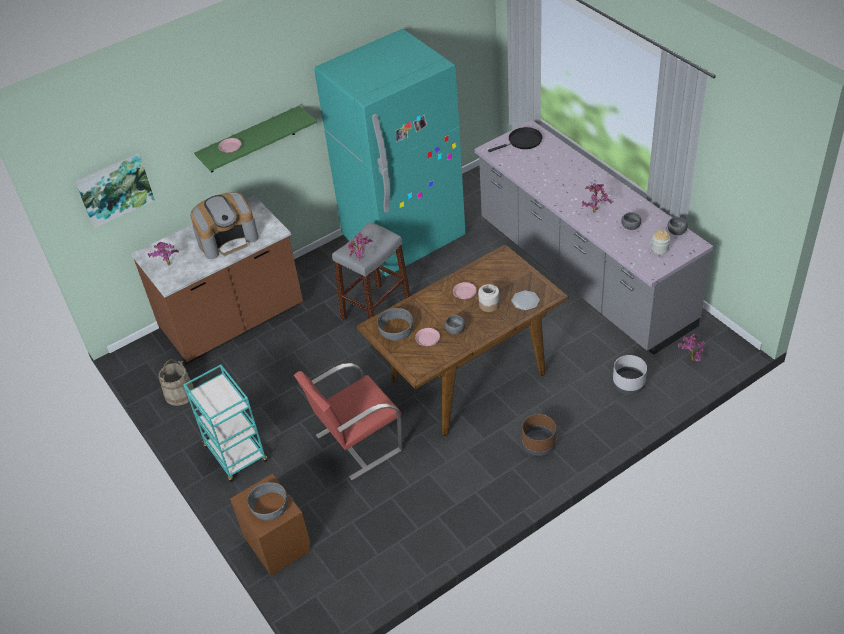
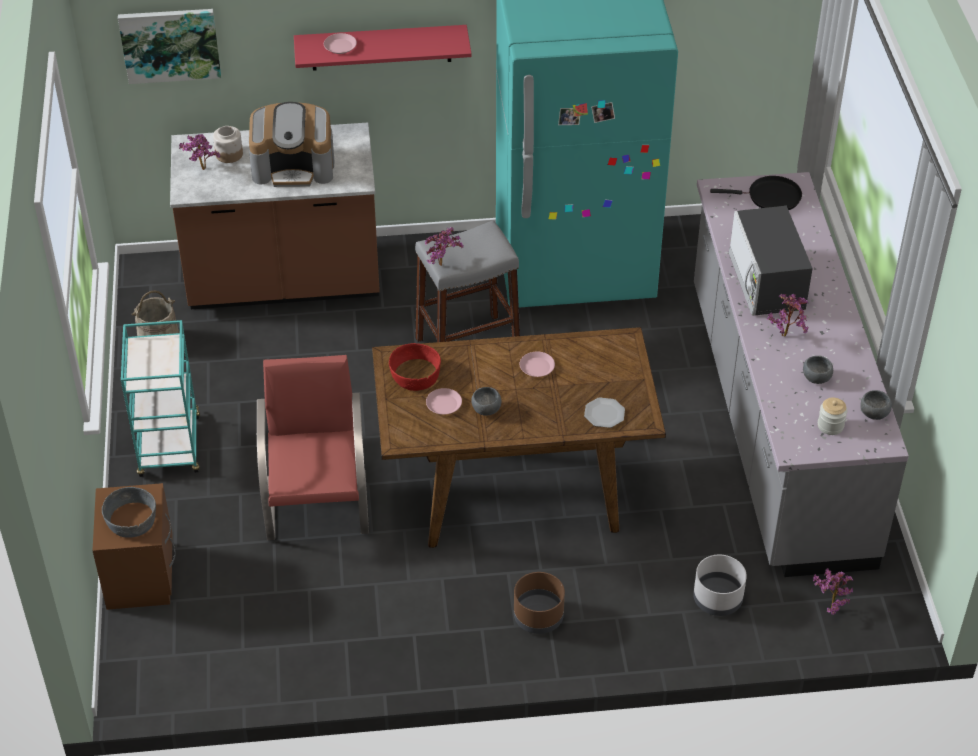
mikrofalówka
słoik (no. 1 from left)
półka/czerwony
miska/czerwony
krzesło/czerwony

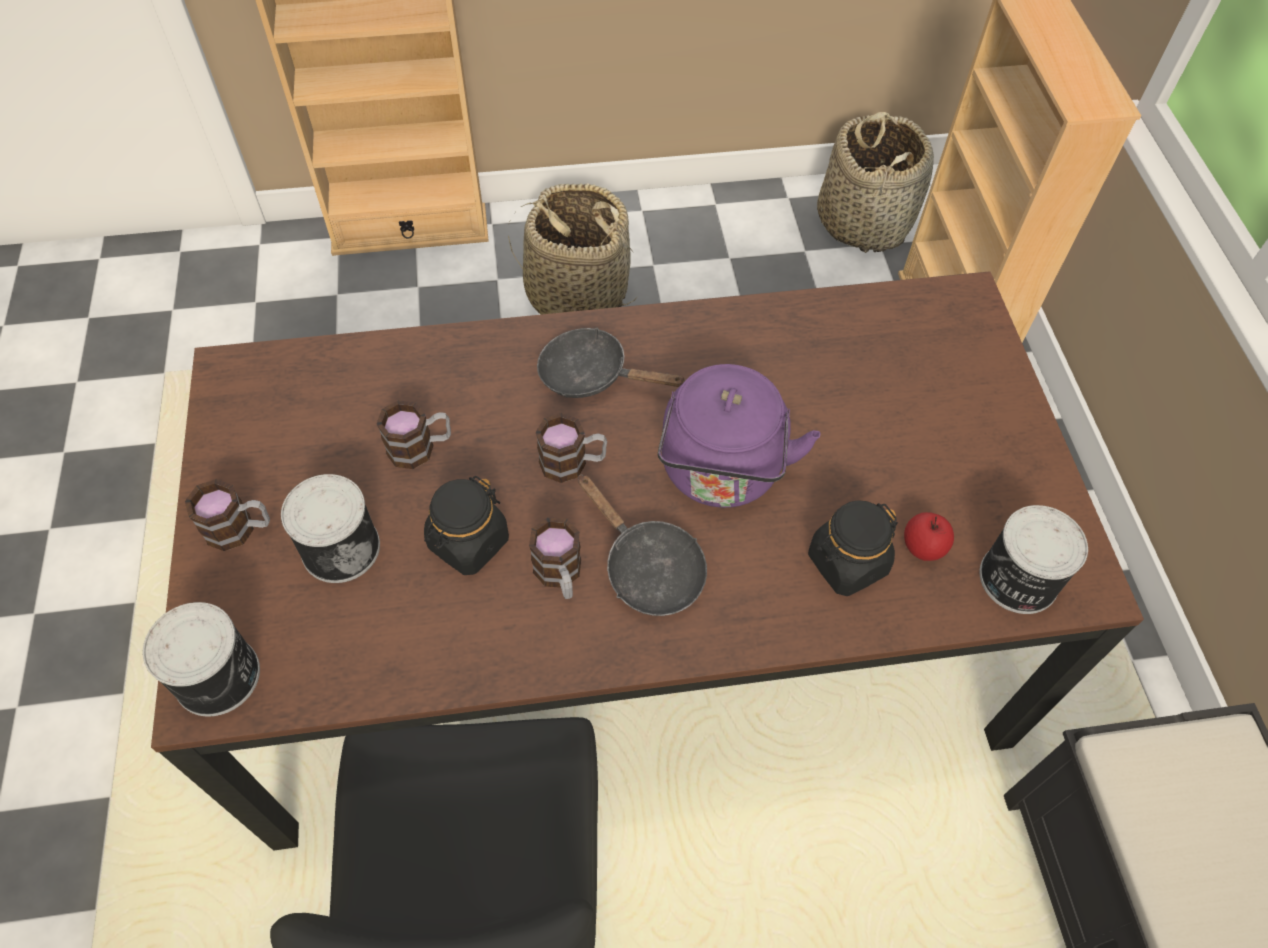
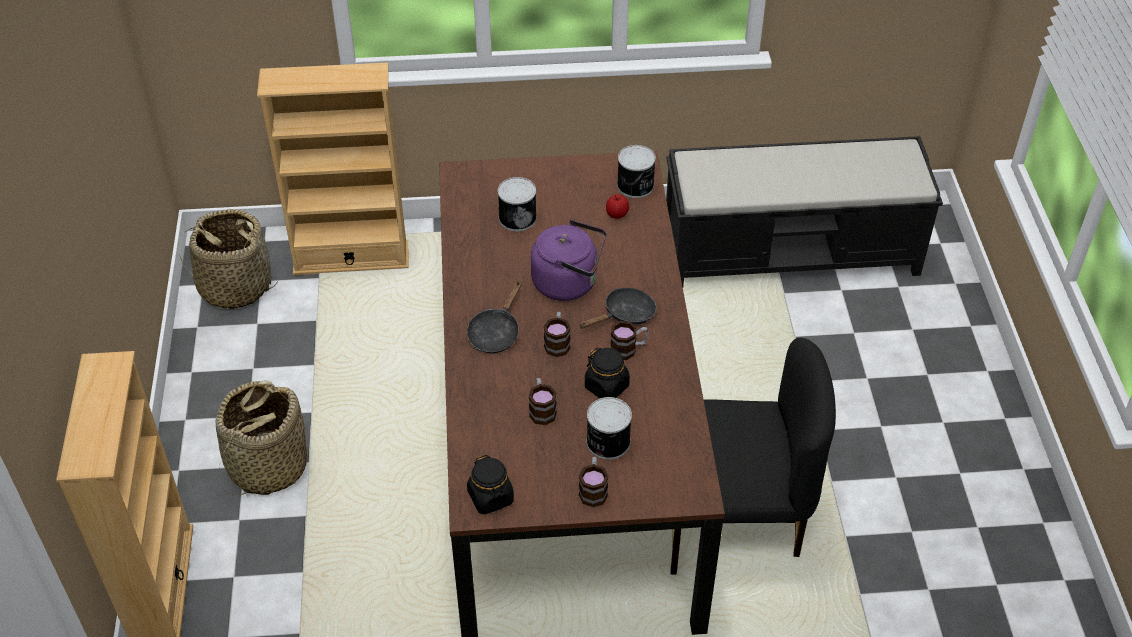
puszka (no. 1 from left)
słoik/czarny (no. 1 from left)

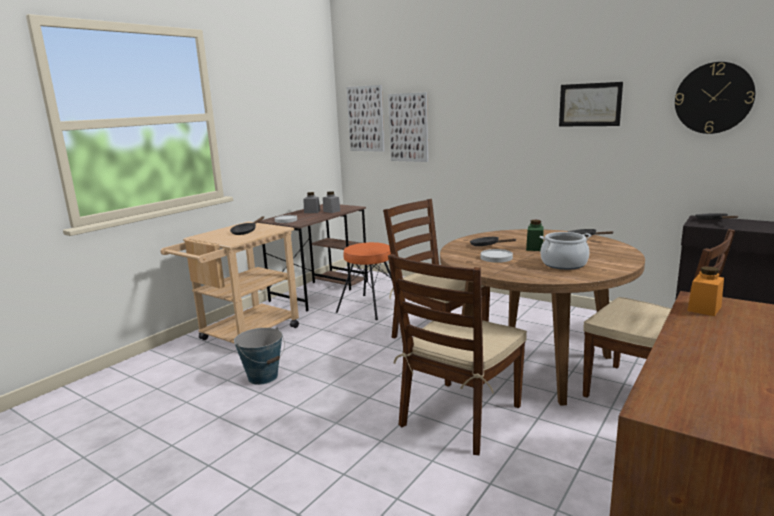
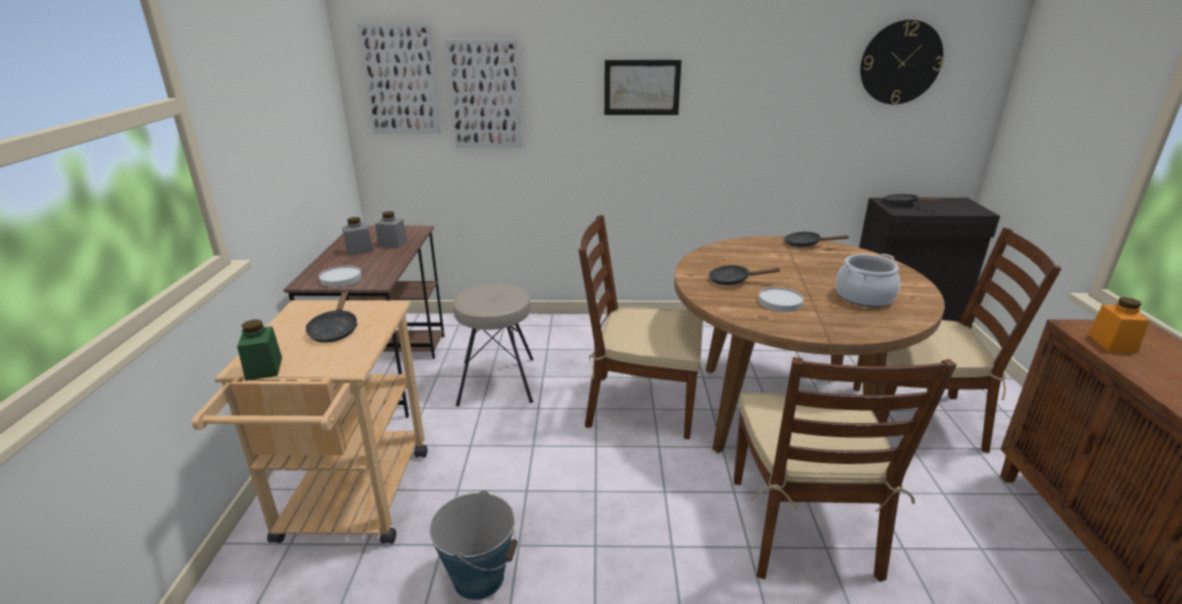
słoik/zielony
obraz (no. 3 from left)
stołek/beżowy

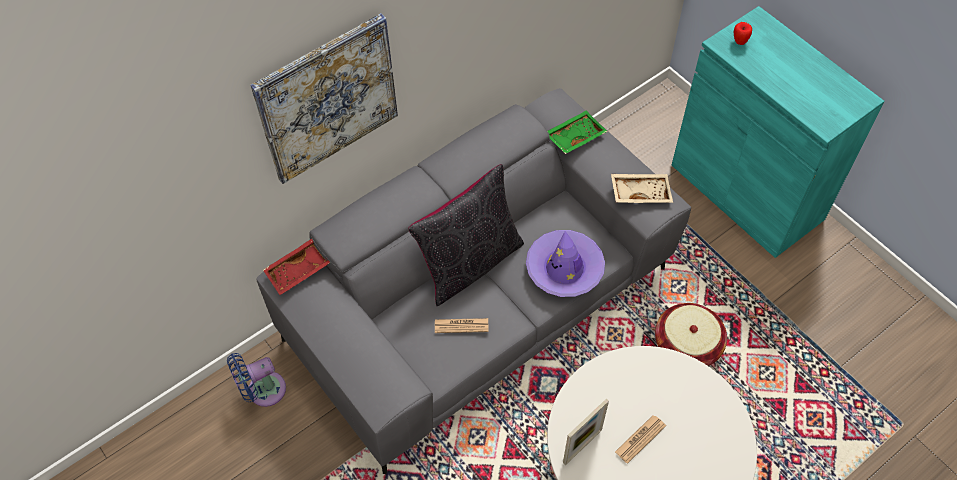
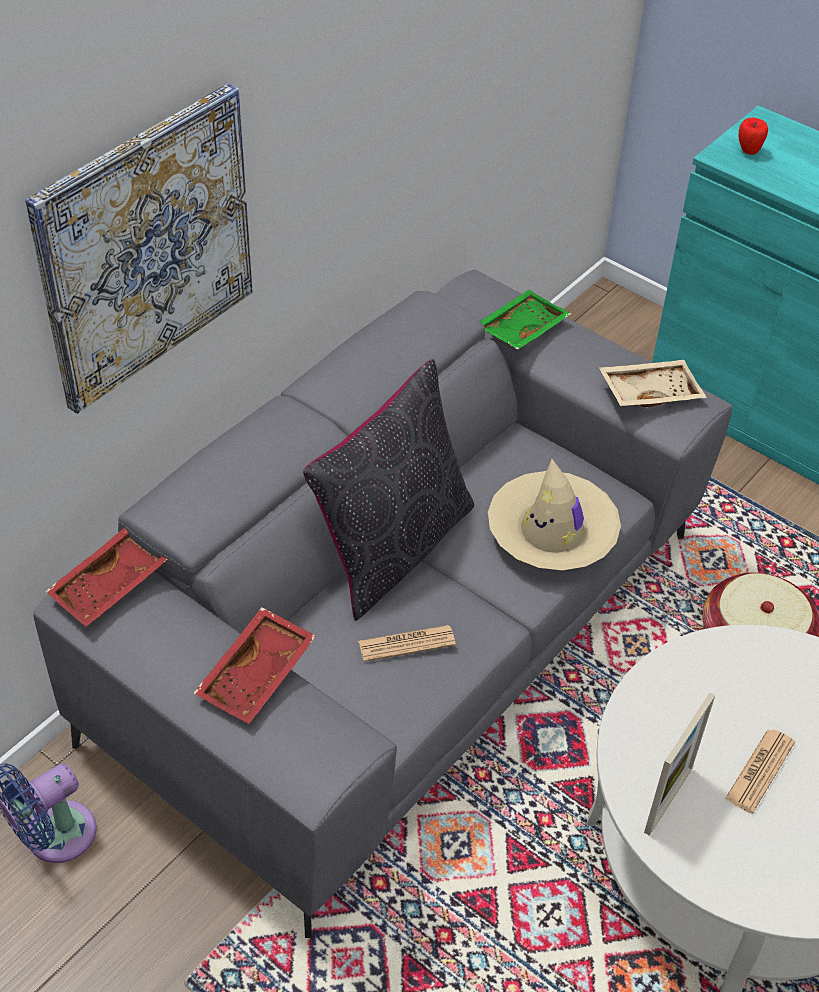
taca/czerwony (no. 2 from left)
kapelusz/beżowy

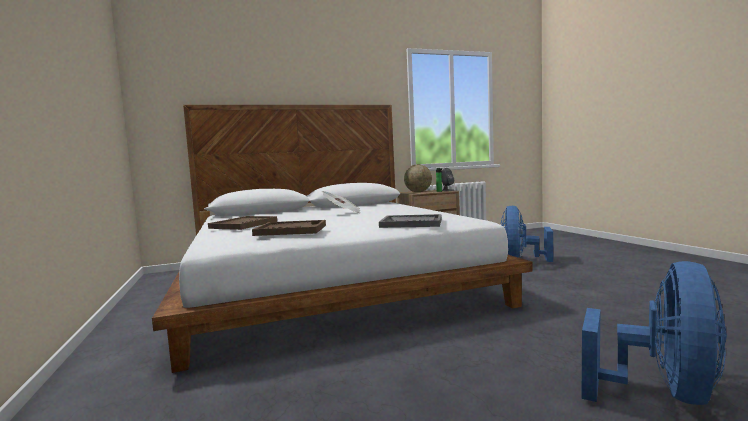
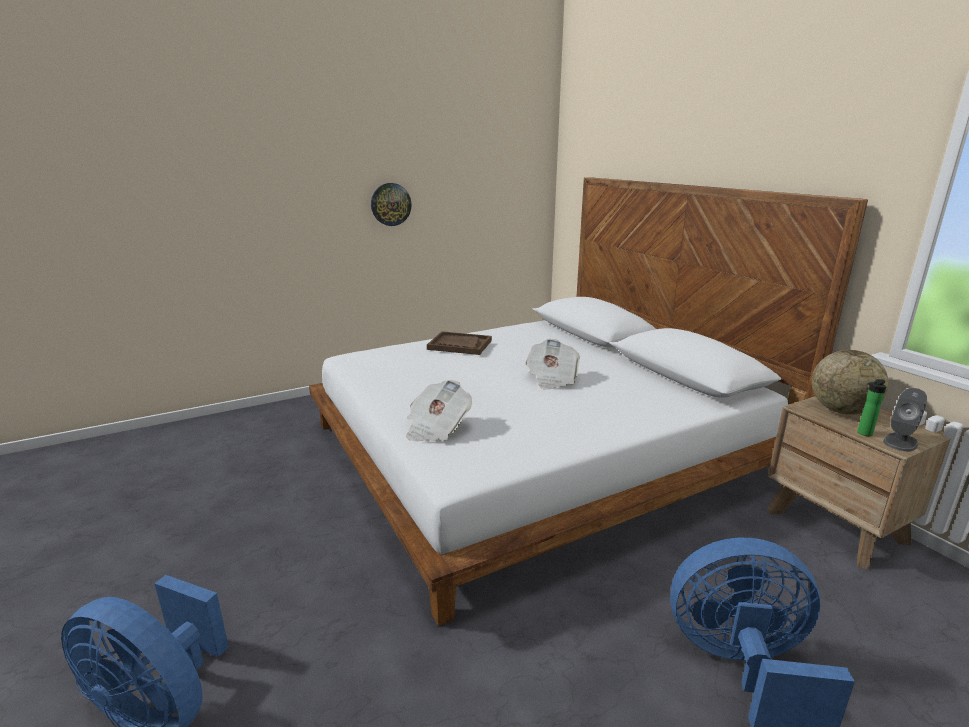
taca/brązowy (no. 2 from left in the first image)
zegar ścienny
gazeta (no. 1 from left)

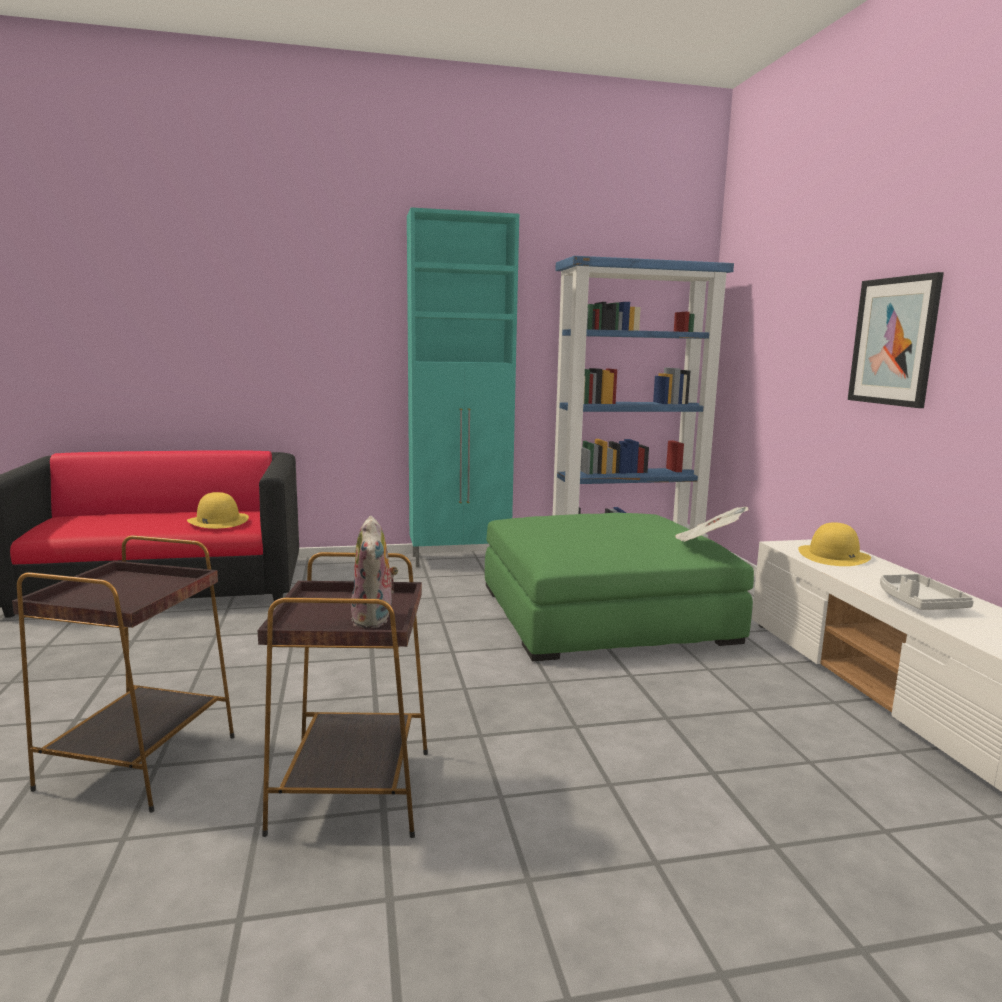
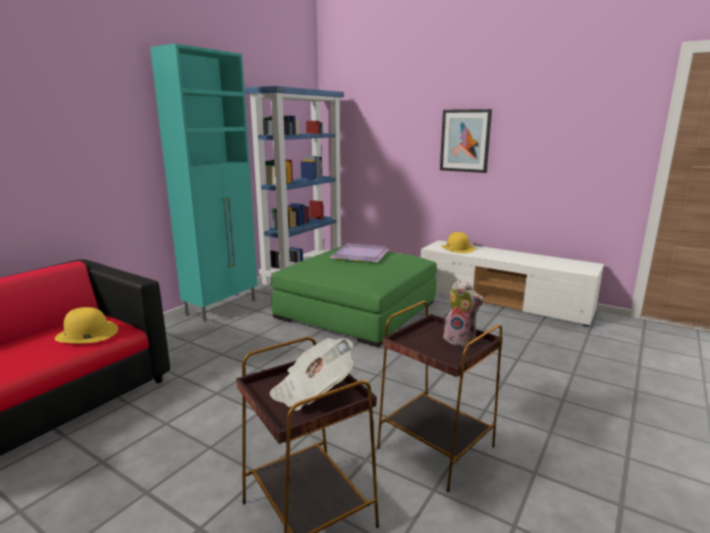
taca/szary
taca/fioletowy
gazeta

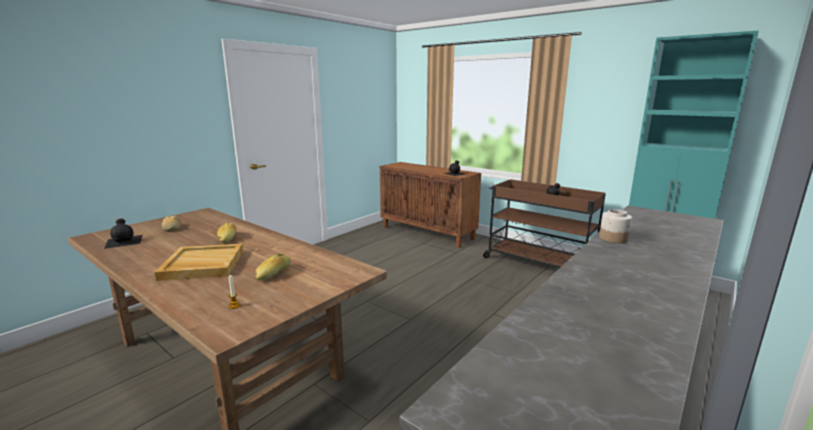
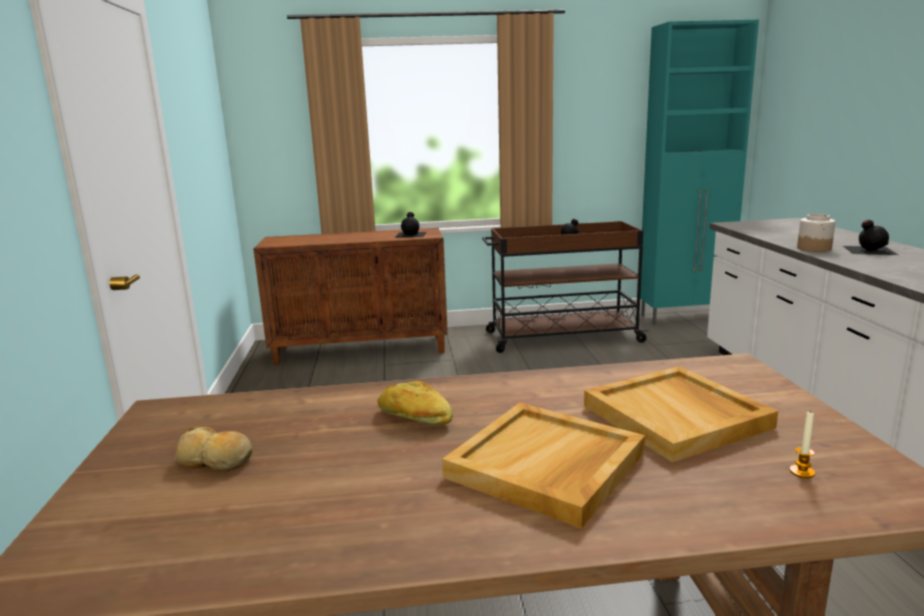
butelka/czarny (no. 3 from left)
taca/beżowy (no. 2 from left)

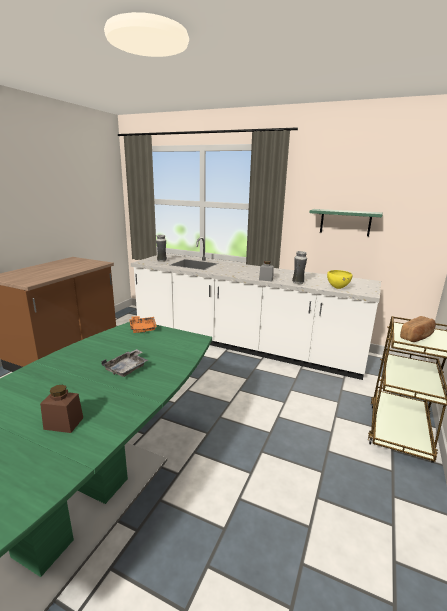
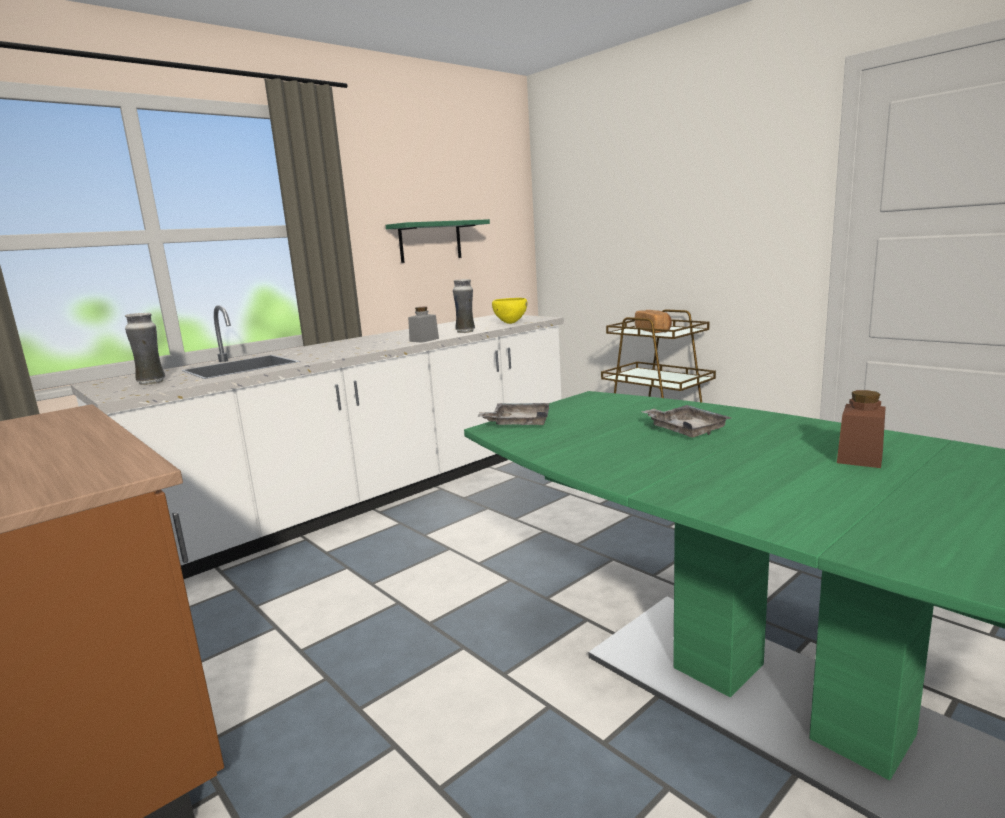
taca/szary (no. 1 from left)

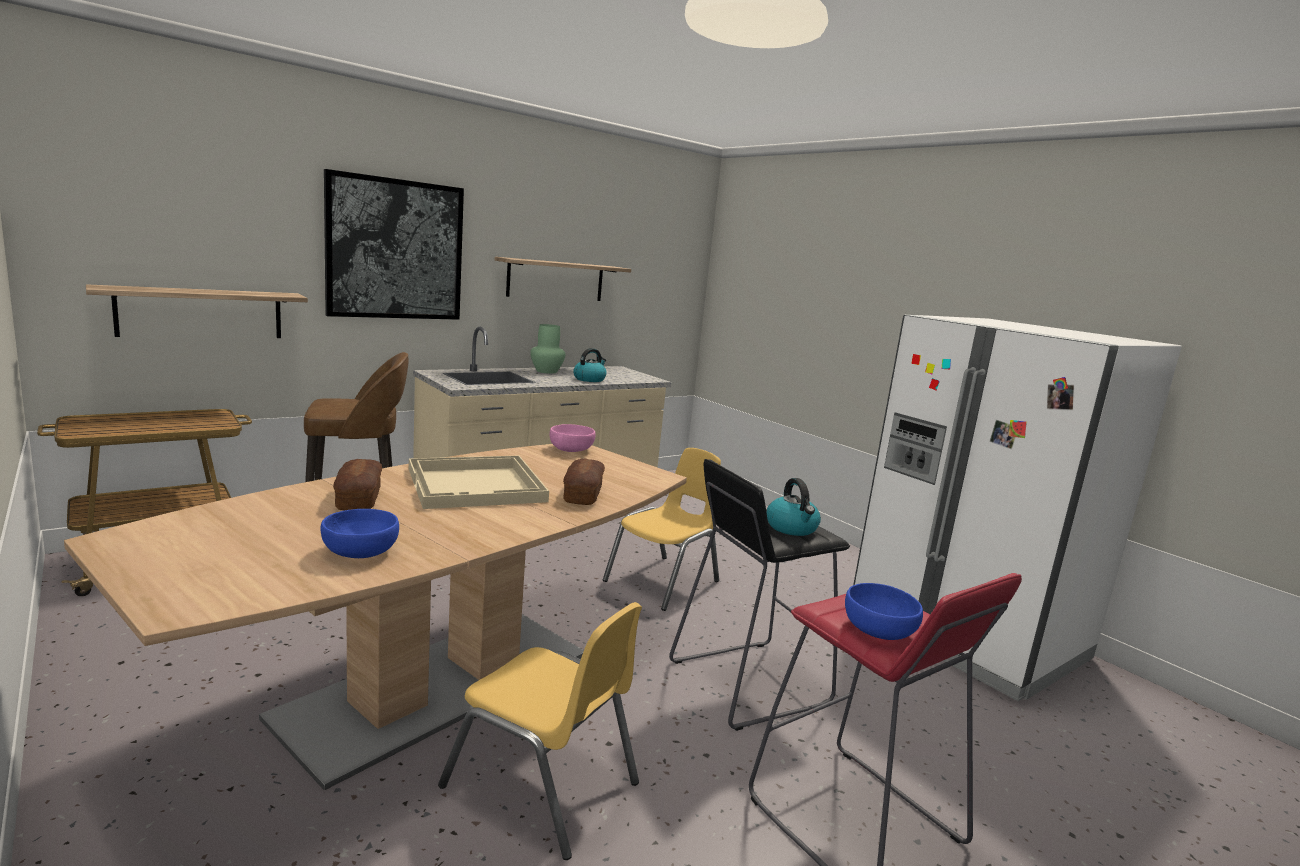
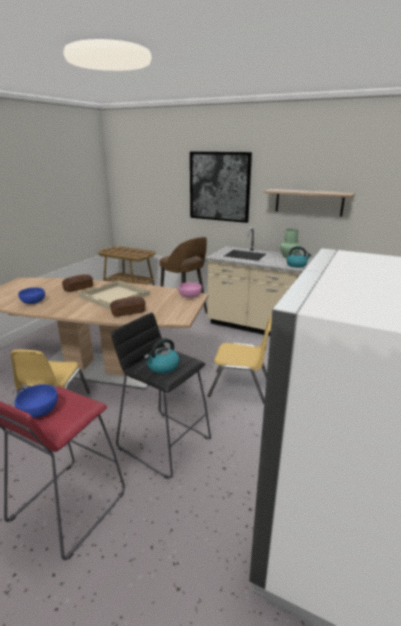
półka (no. 1 from left in the first image)

